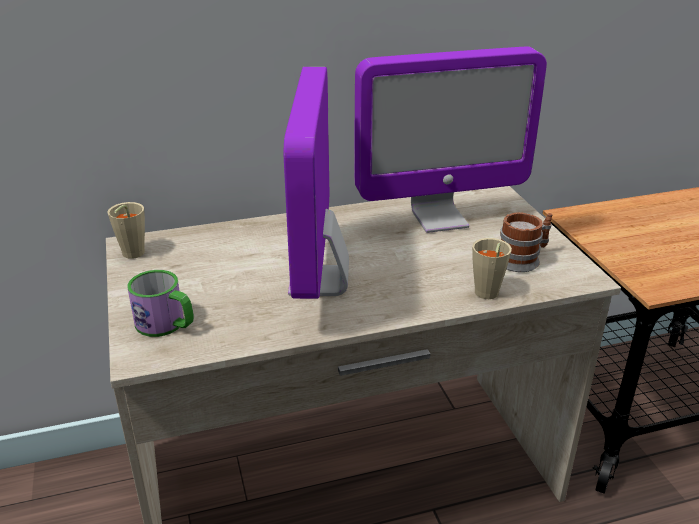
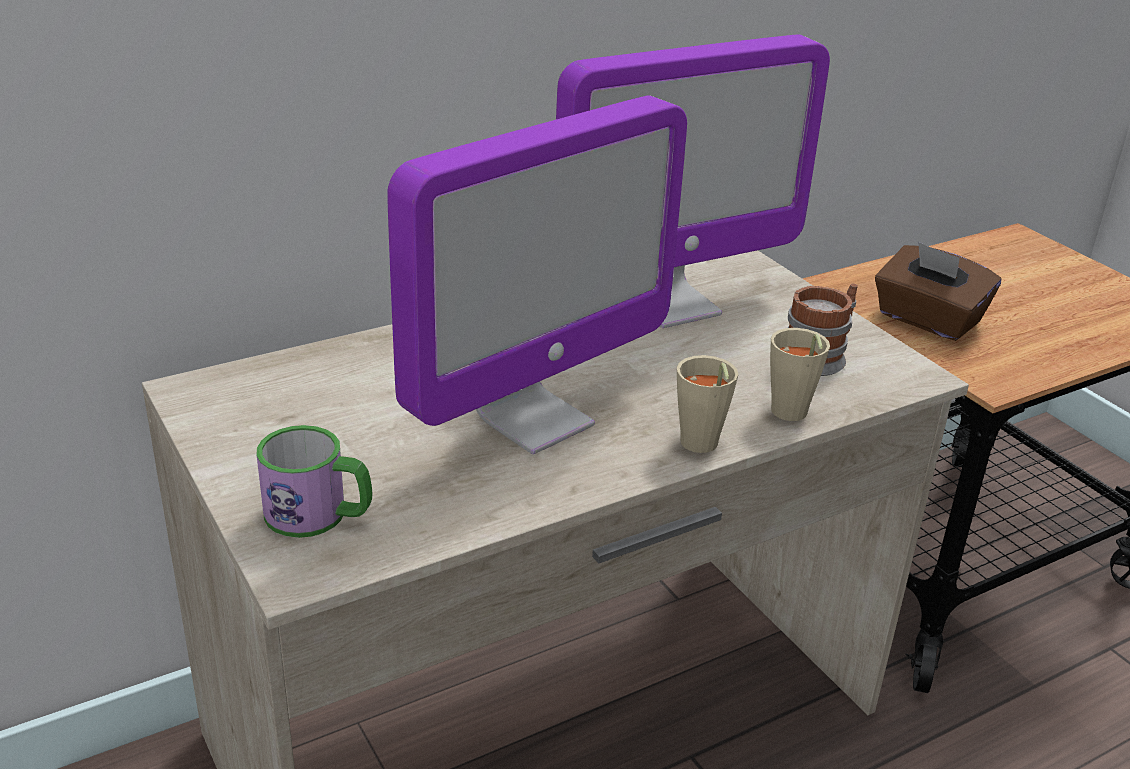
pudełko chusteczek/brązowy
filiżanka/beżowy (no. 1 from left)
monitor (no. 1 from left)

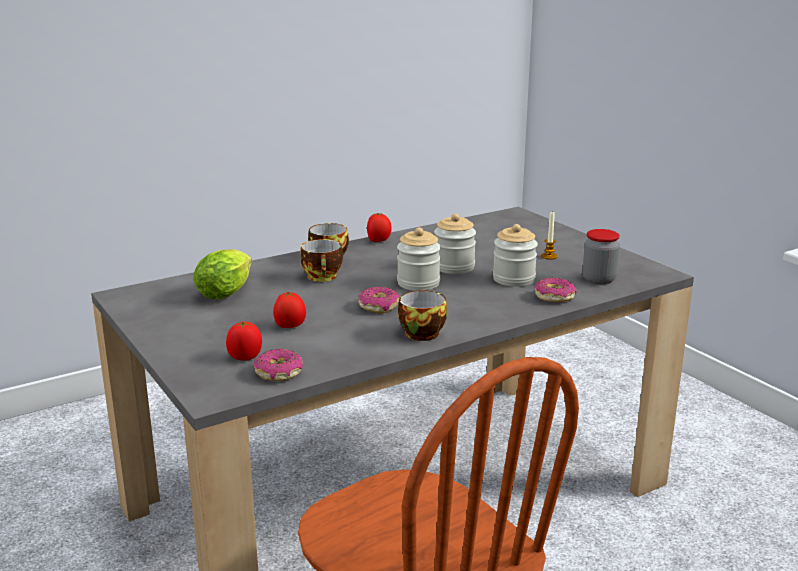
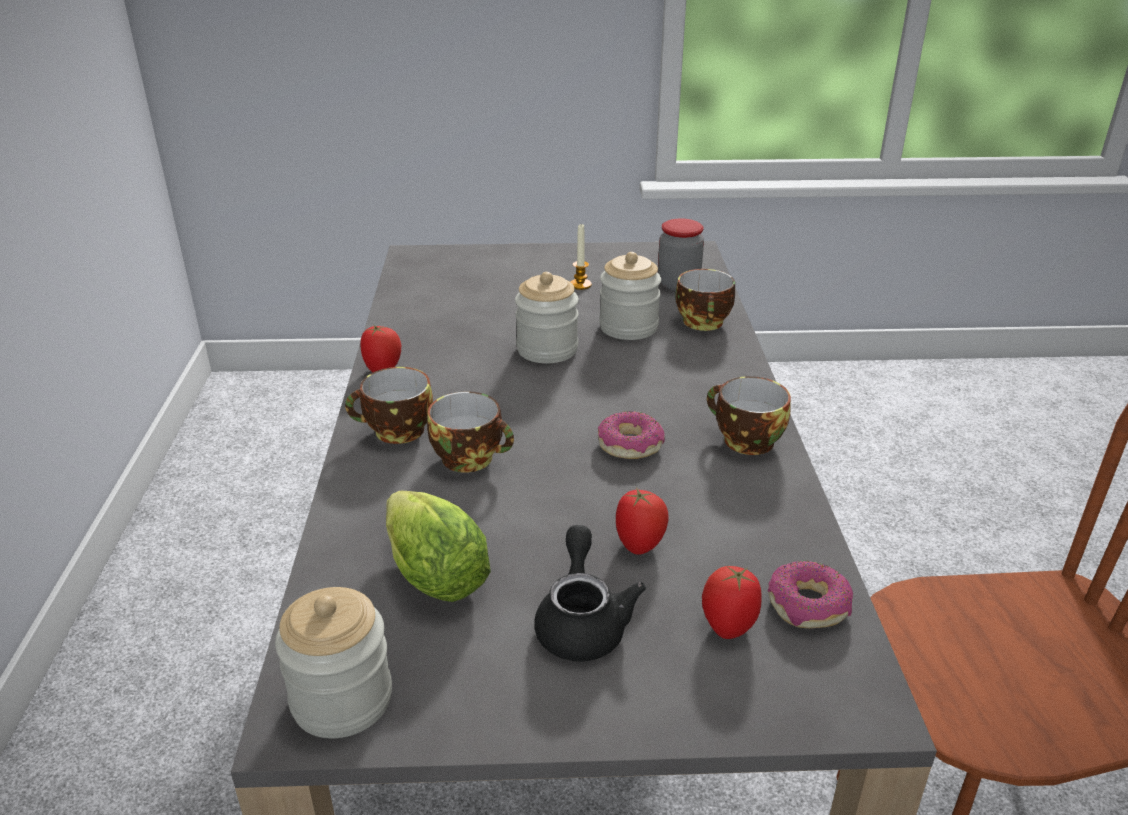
imbryk/czarny
słoik (no. 1 from left)
filiżanka (no. 3 from left)

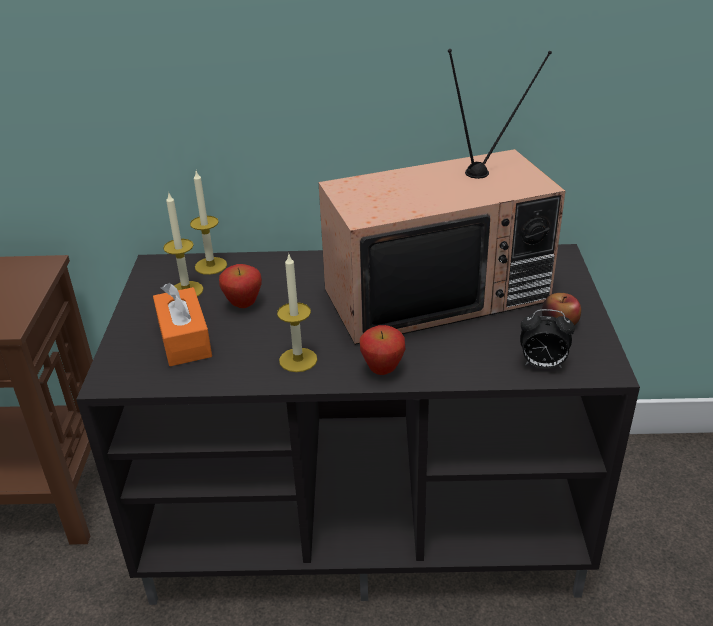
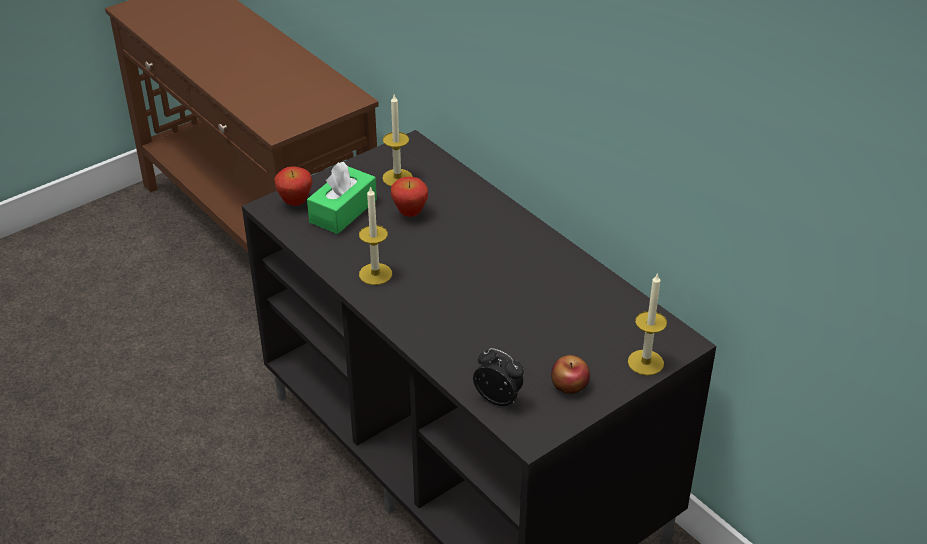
telewizor
świeca (no. 3 from left)
jabłko (no. 1 from left)
pudełko chusteczek/zielony
budzik

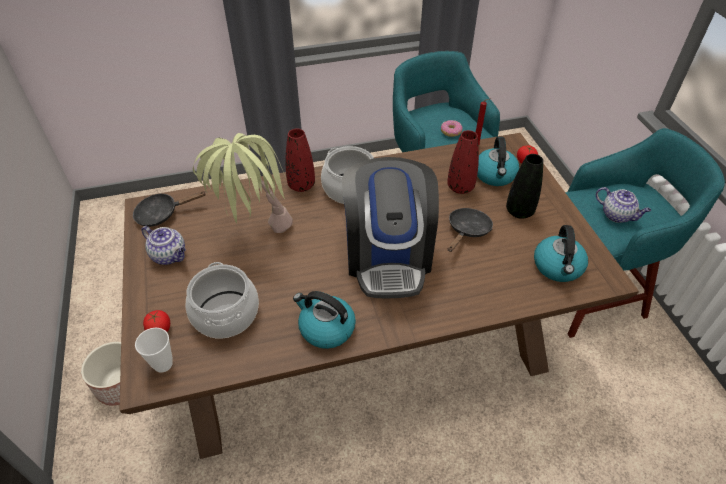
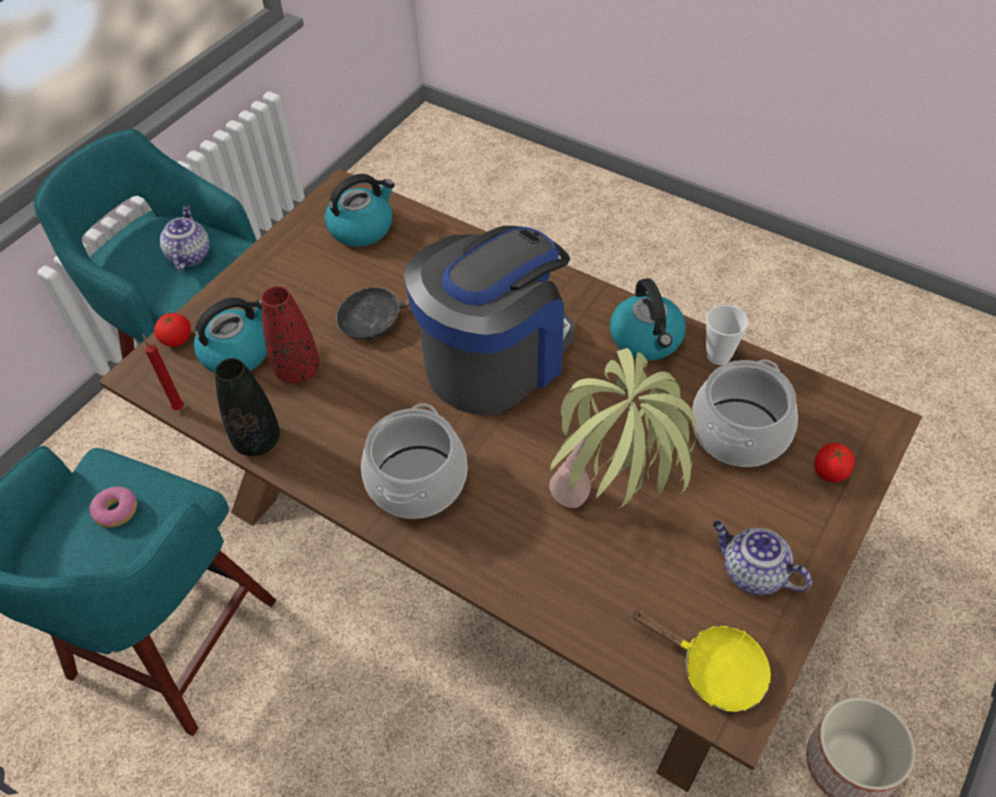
wazon/czerwony (no. 1 from left in the first image)
filiżanka
wazon/czarny
patelnia/żółty
imbryk (no. 2 from left)

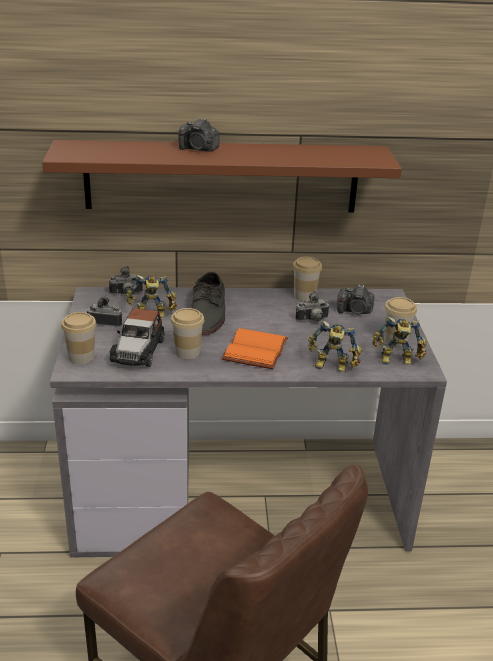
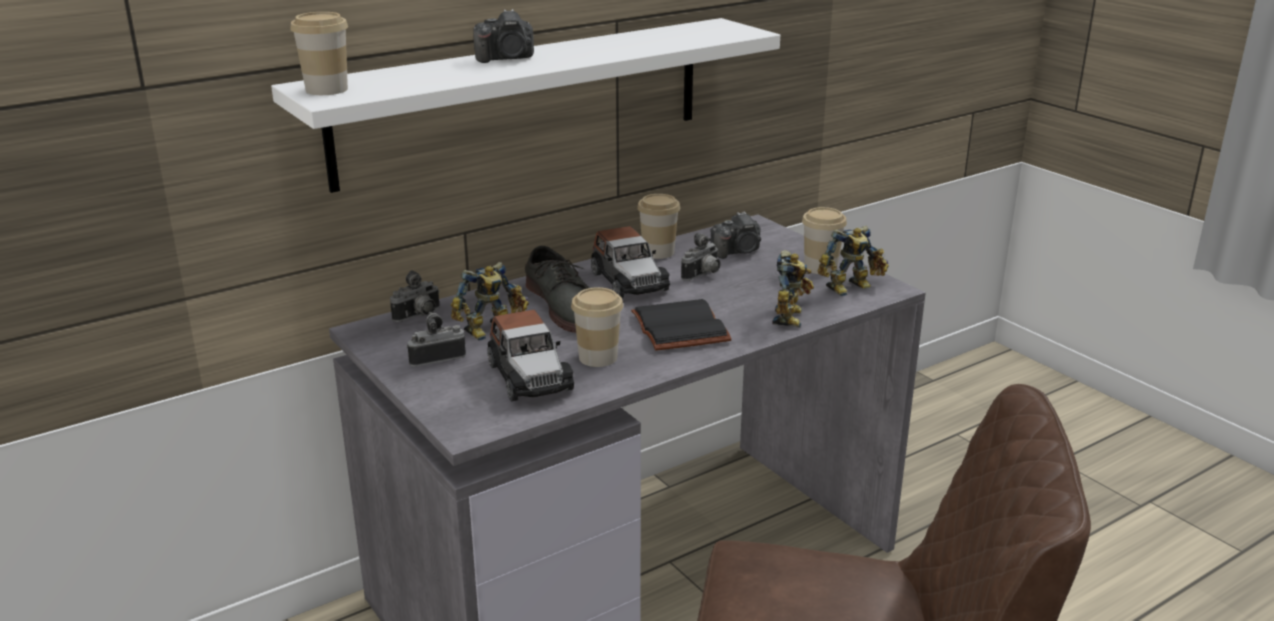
samochodzik (no. 2 from left)
filiżanka (no. 1 from left)
półka/biały
książka/czarny
robot zabawkowy (no. 2 from left)

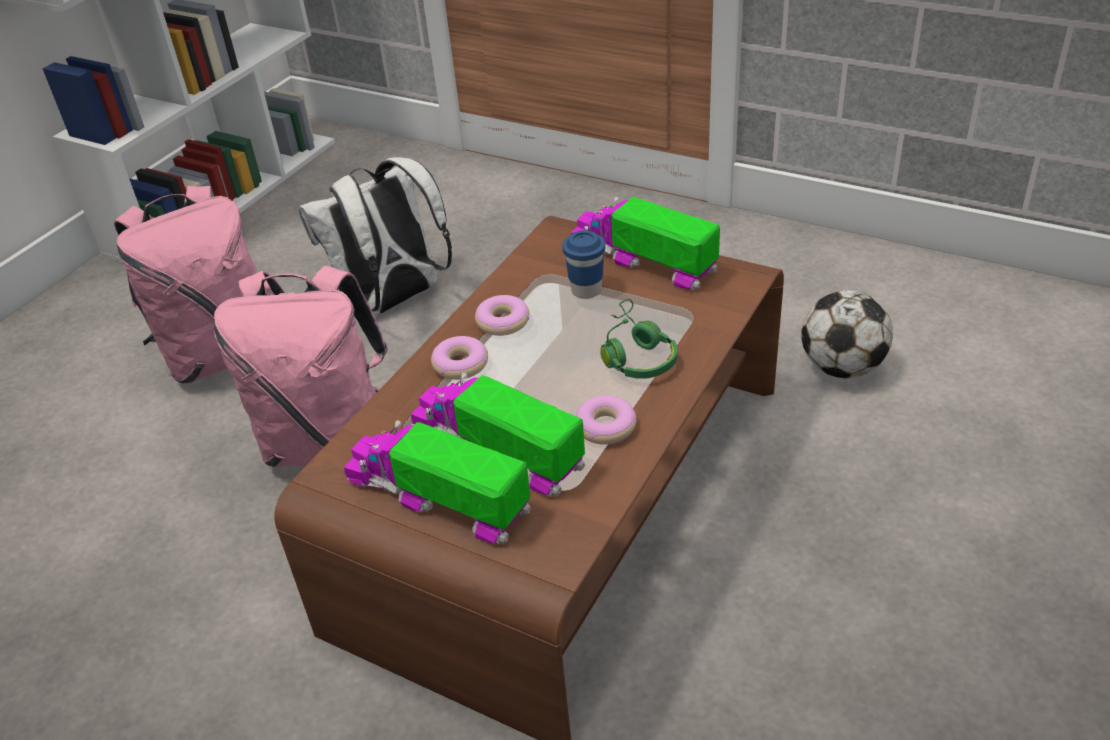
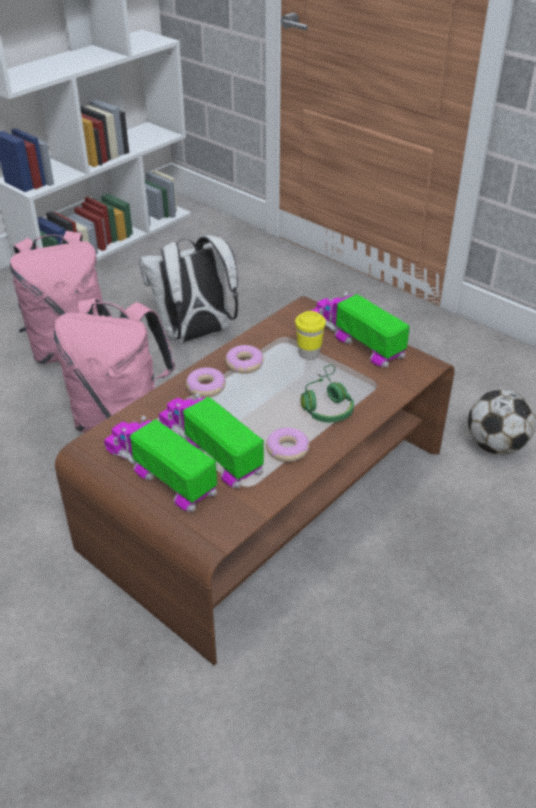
filiżanka/żółty

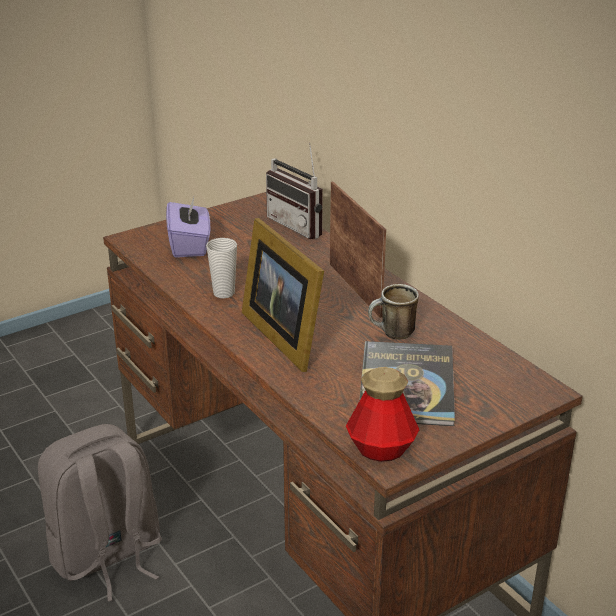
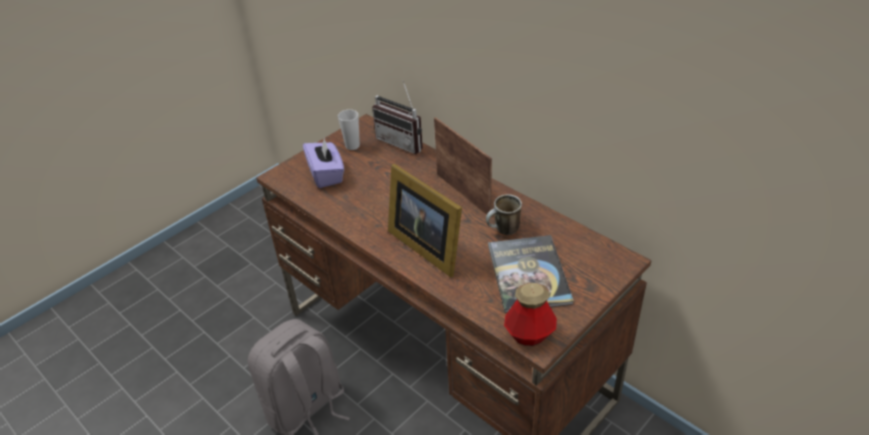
filiżanka

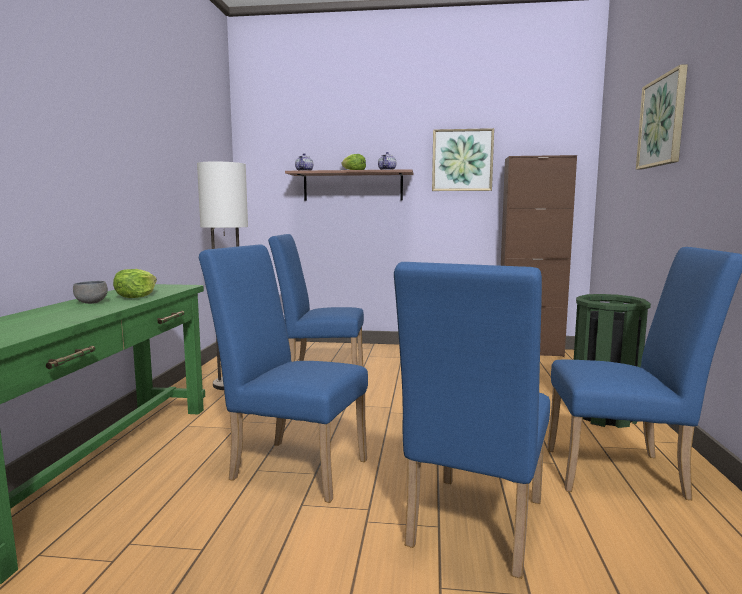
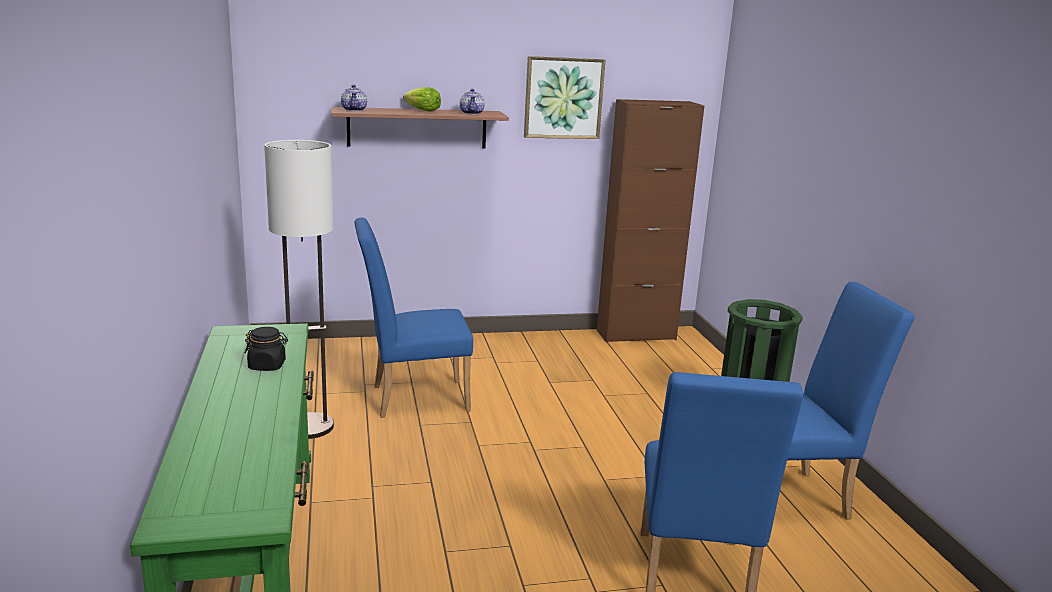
miska/szary
krzesło/niebieski (no. 1 from left in the first image)
obraz (no. 2 from left in the first image)
słoik/czarny

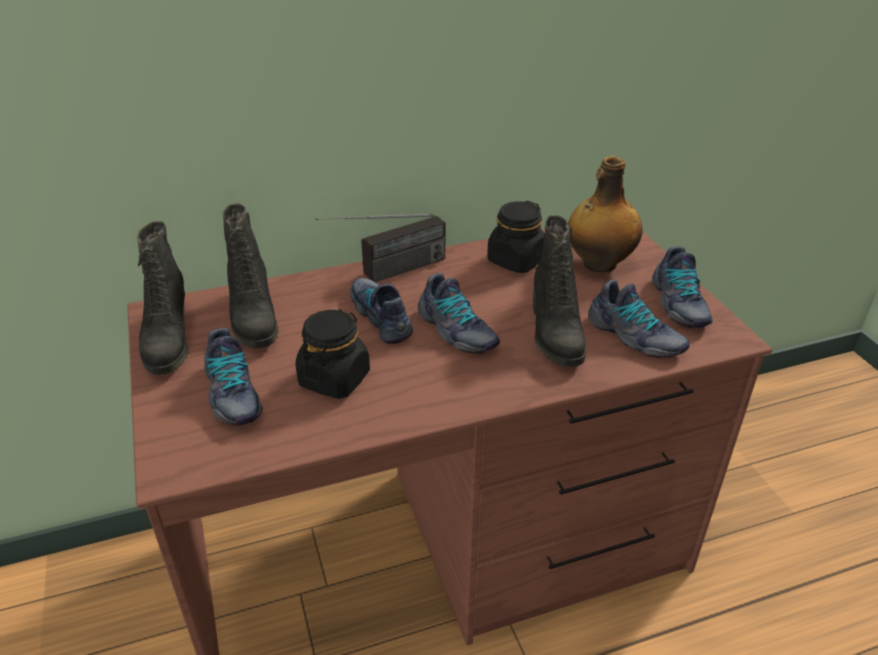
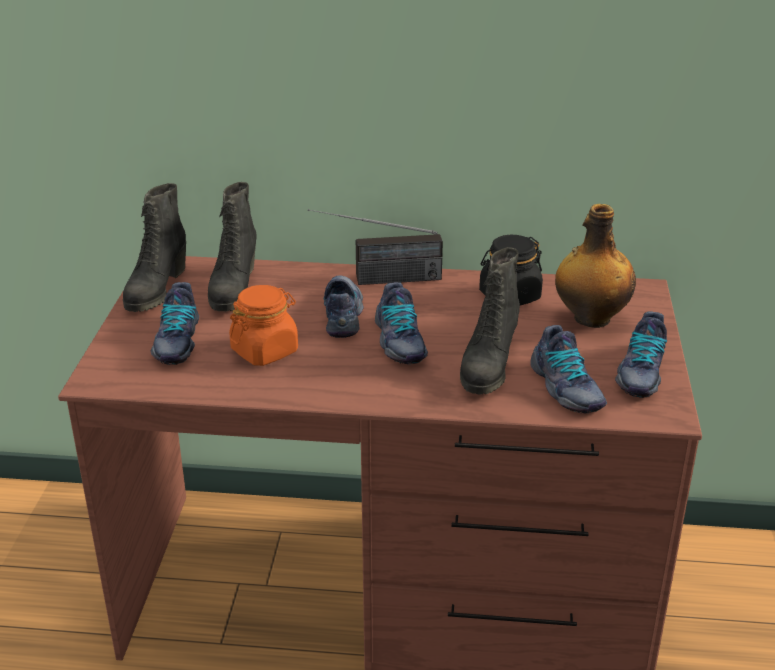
słoik/pomarańczowy

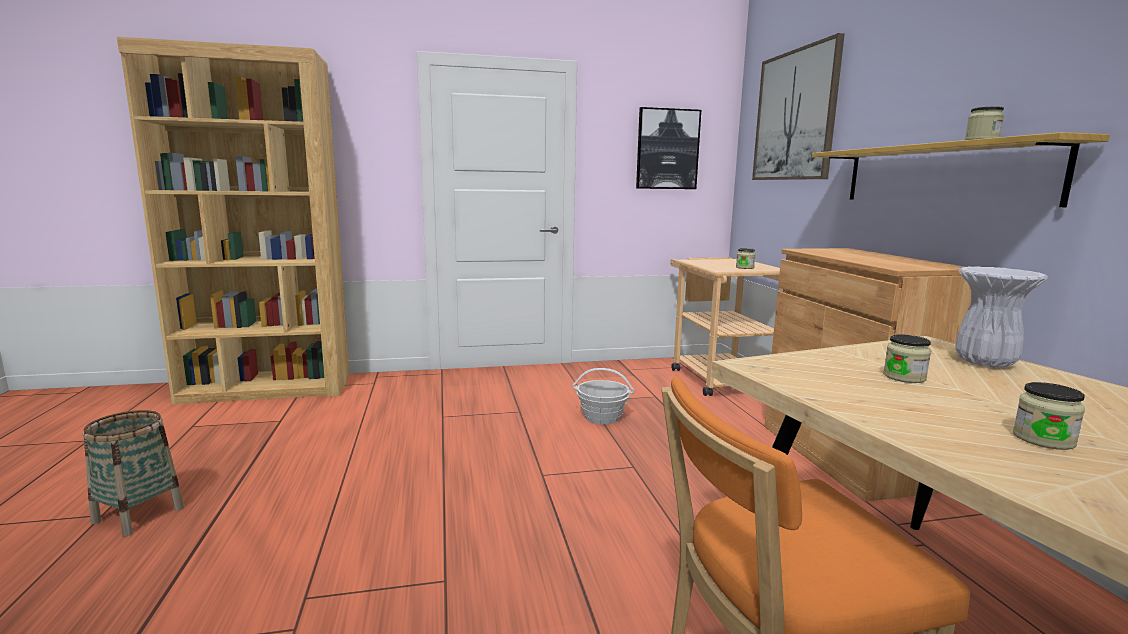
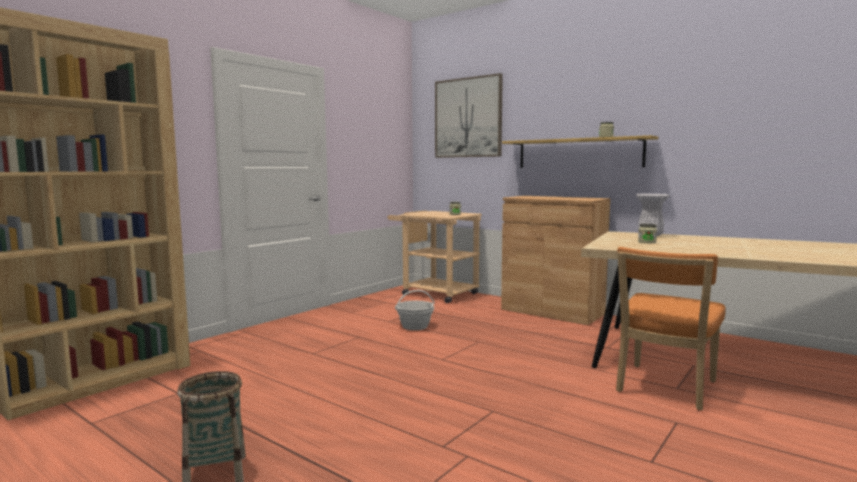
obraz (no. 1 from left in the first image)
słoik (no. 4 from left in the first image)

